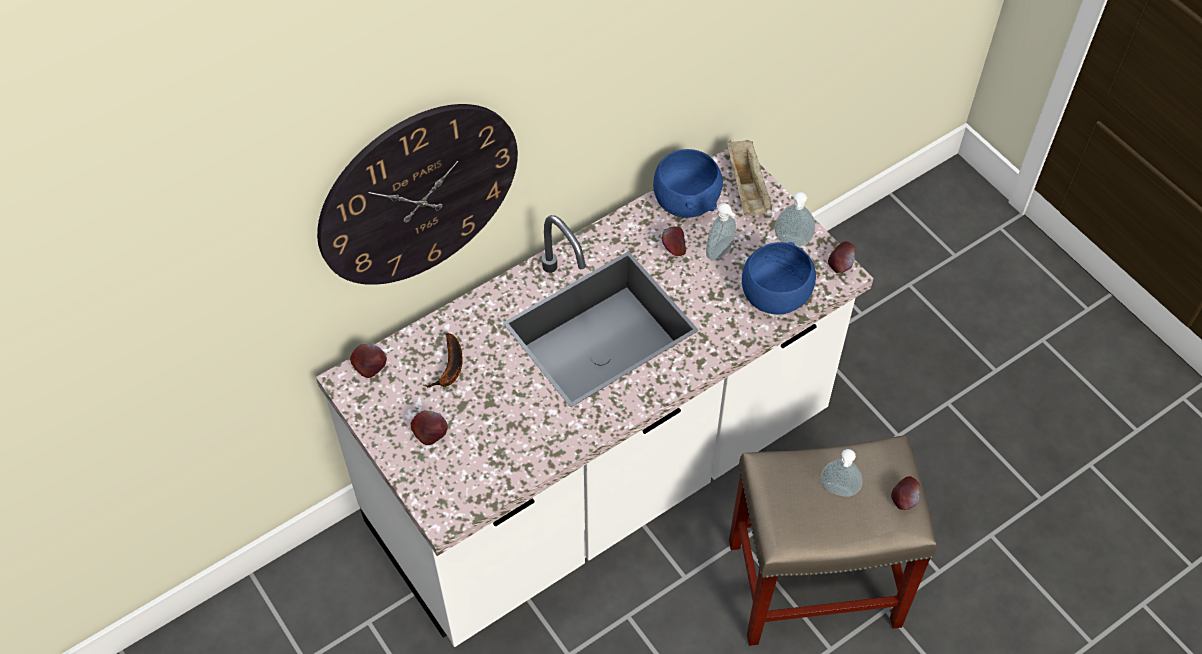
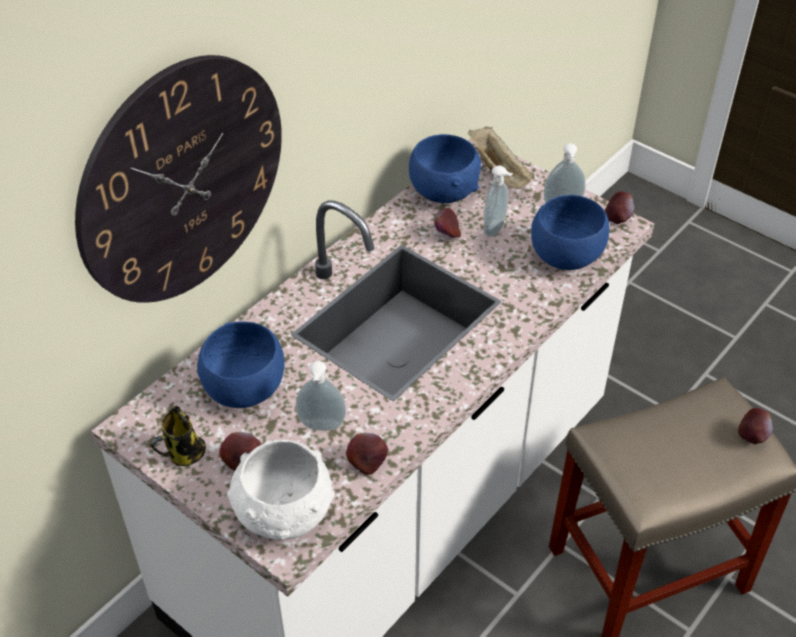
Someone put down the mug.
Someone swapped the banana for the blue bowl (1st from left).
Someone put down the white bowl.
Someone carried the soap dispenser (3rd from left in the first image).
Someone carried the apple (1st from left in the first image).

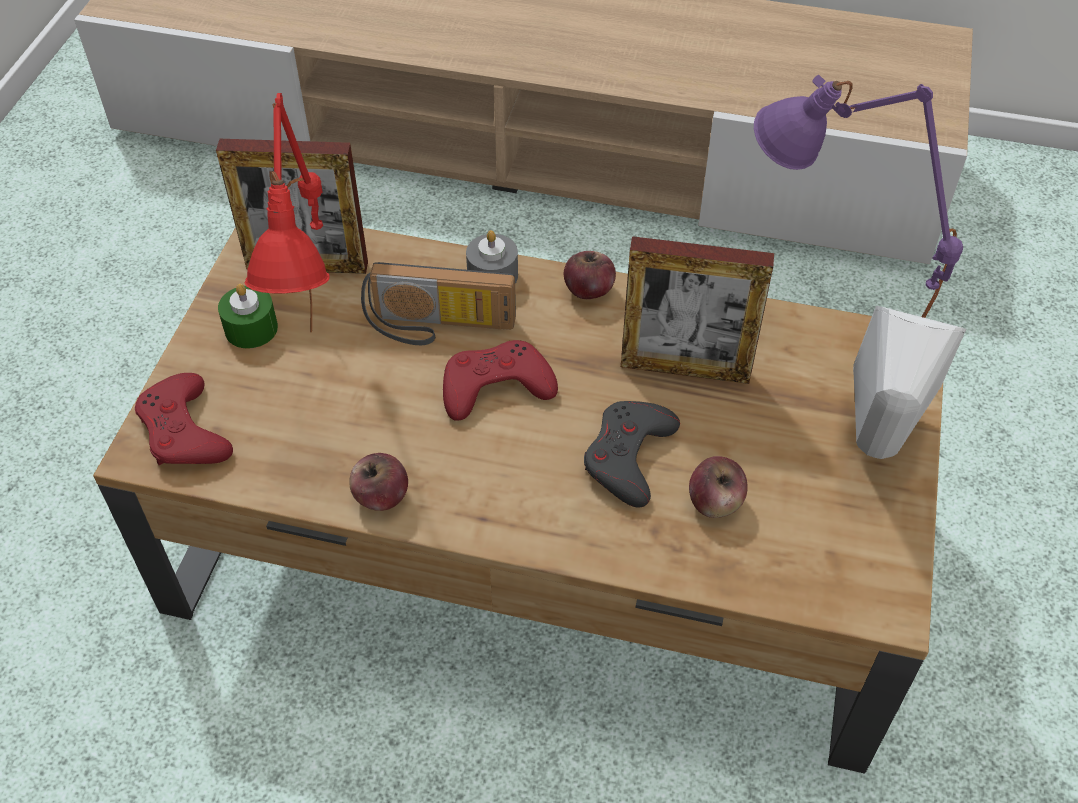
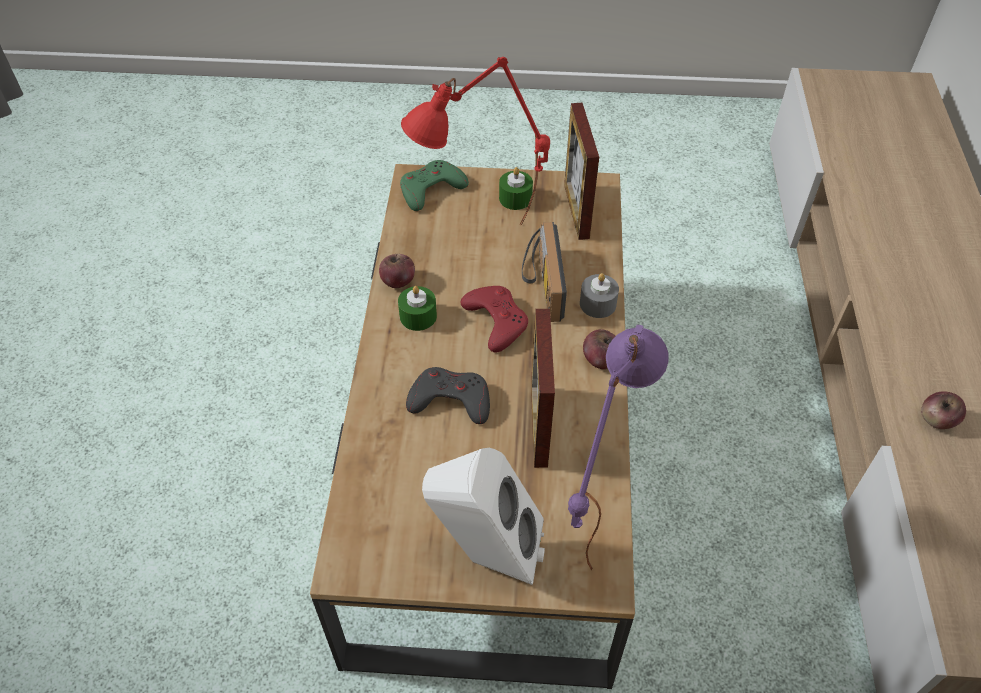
Someone put down the green candle (1st from left).
Someone repainted the red game controller (1st from left), which became the green game controller.
Someone carried the apple (3rd from left).

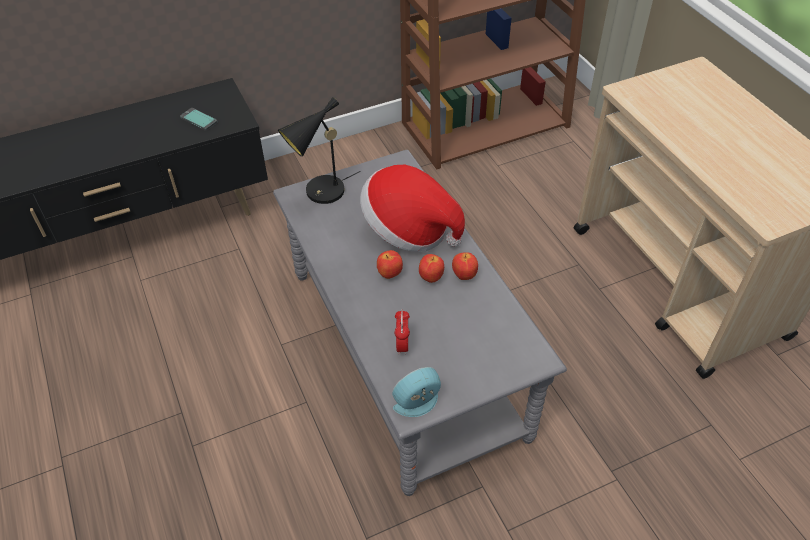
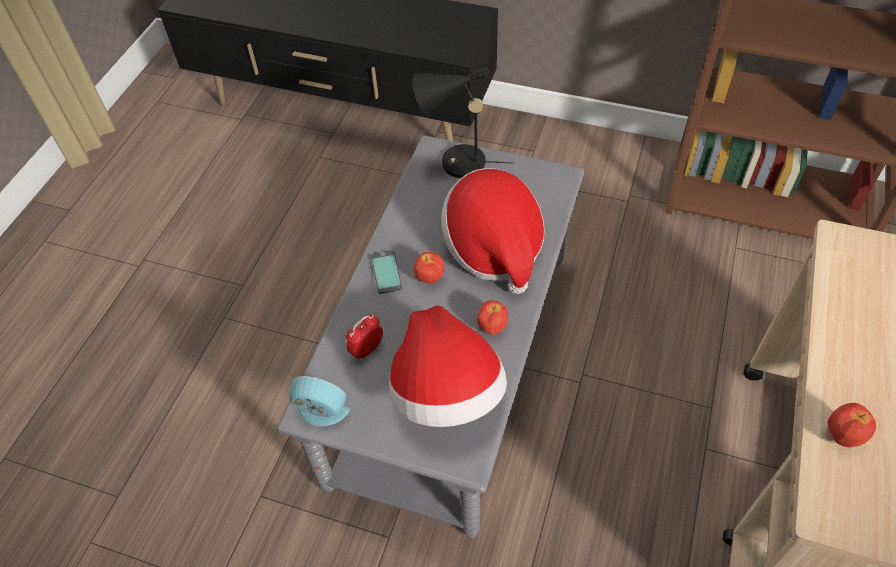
Someone carried the phone.
Someone put down the hat (1st from left).
Someone carried the apple (2nd from left in the first image).

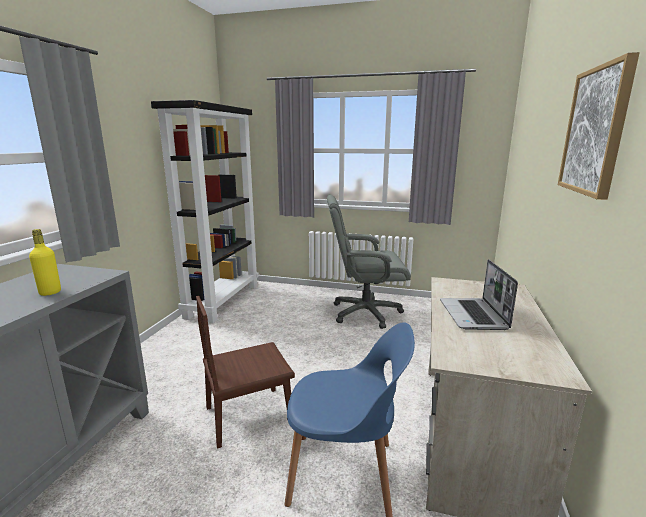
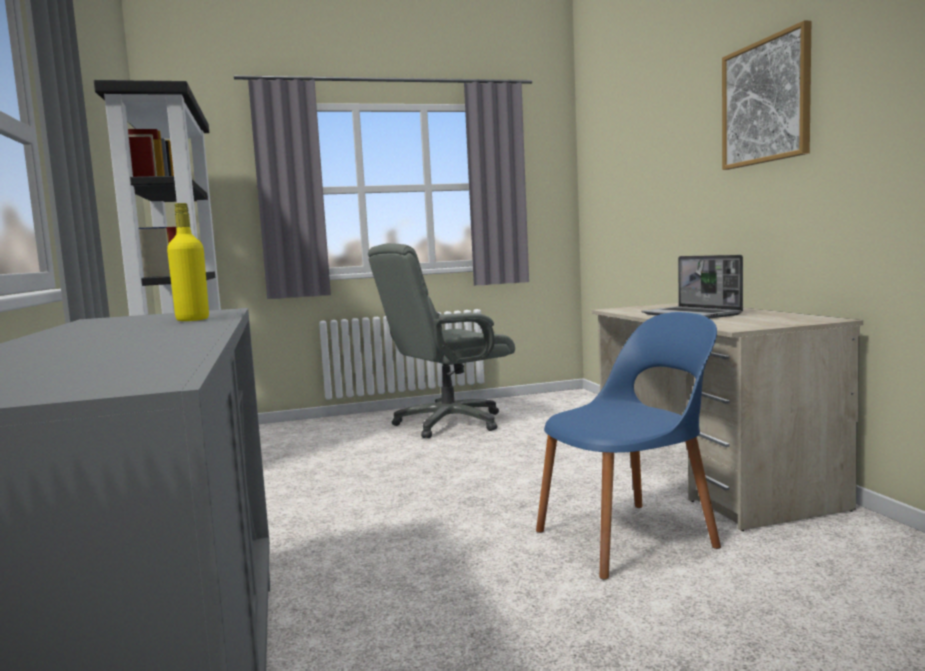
Someone took away the brown chair.

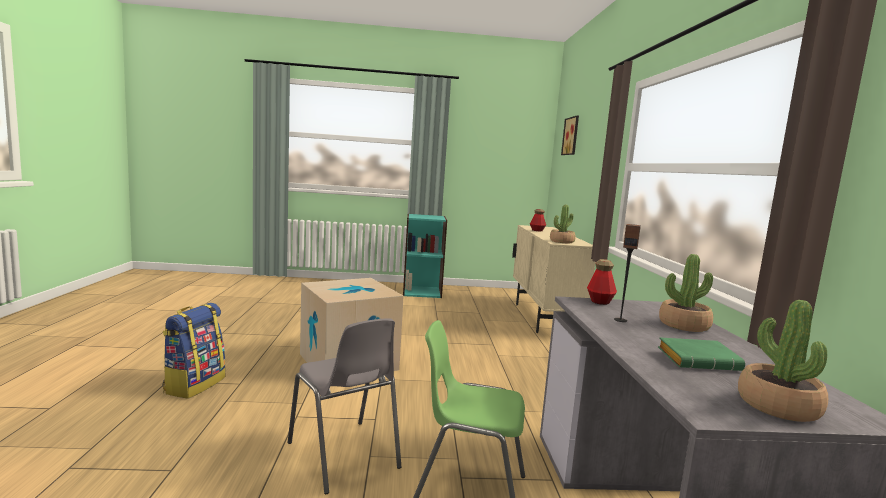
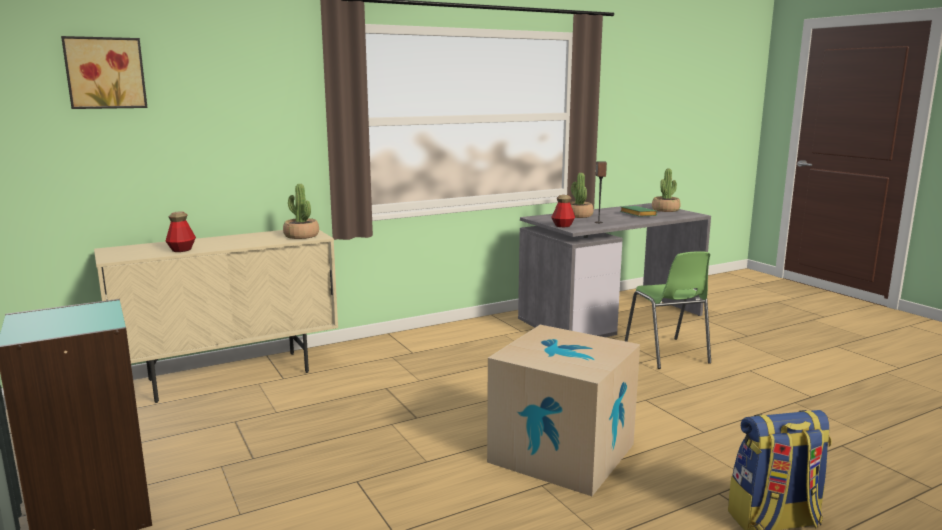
Someone took away the grey chair.

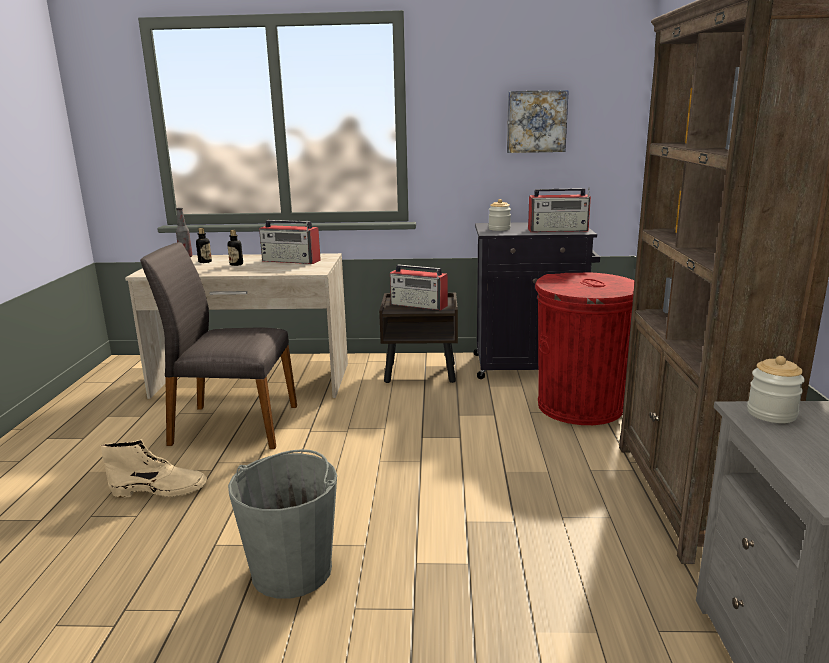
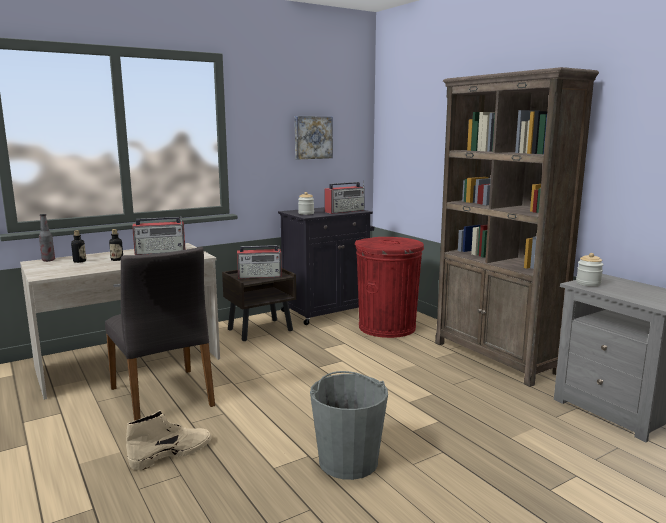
Someone rotated the grey chair by 90 degrees counterclockwise.

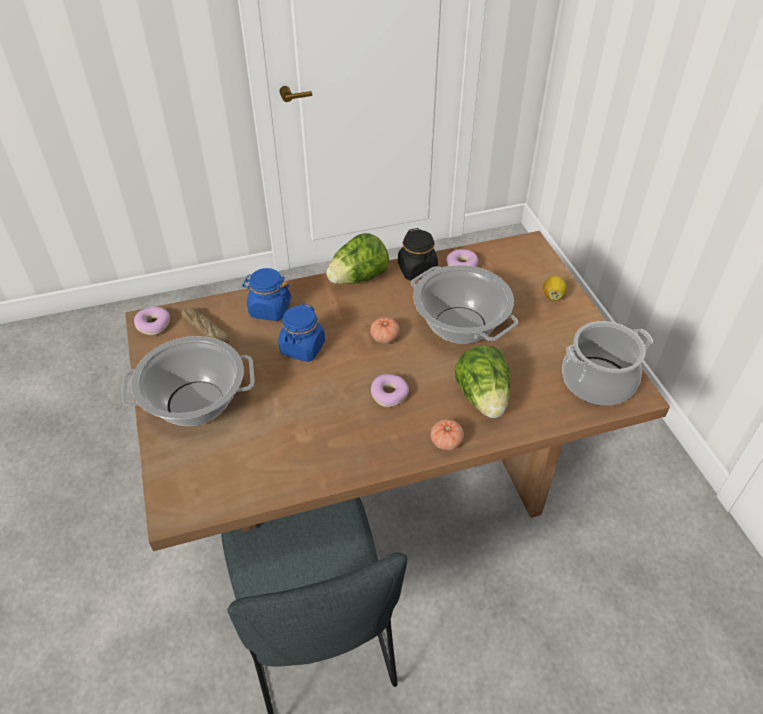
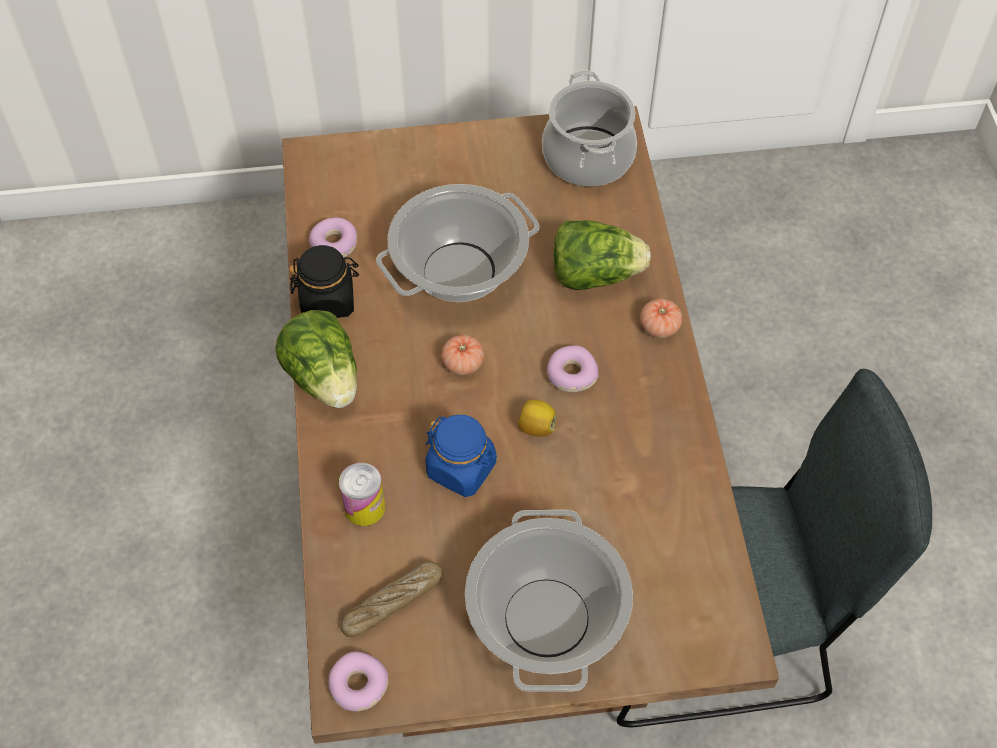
Someone swapped the blue jar (1st from left) for the can.
Someone carried the lemon.

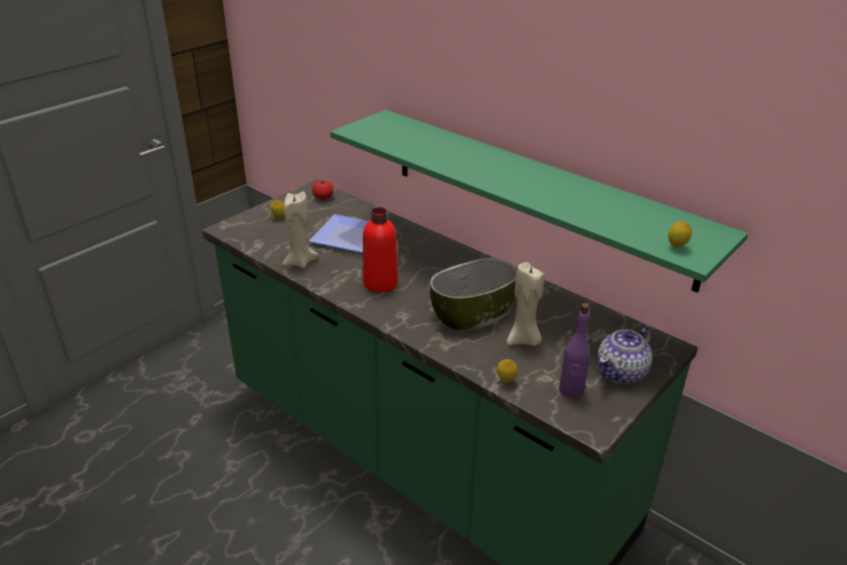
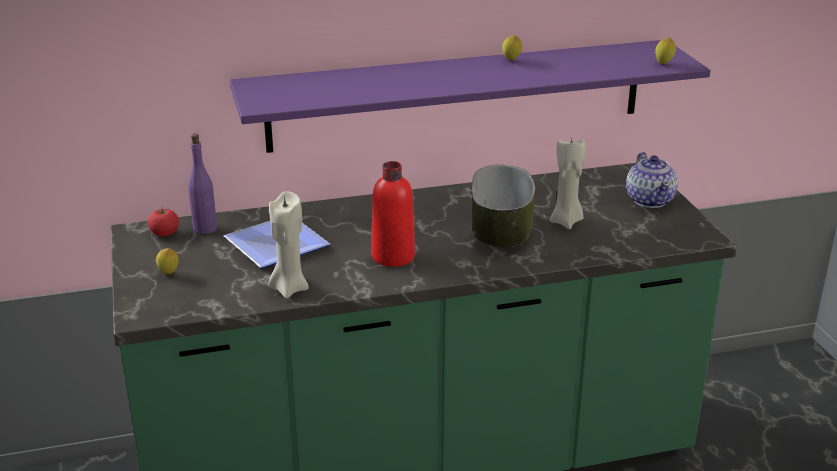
Someone carried the purple bottle.
Someone repainted the green shelf, which became the purple shelf.
Someone carried the lemon (2nd from left).

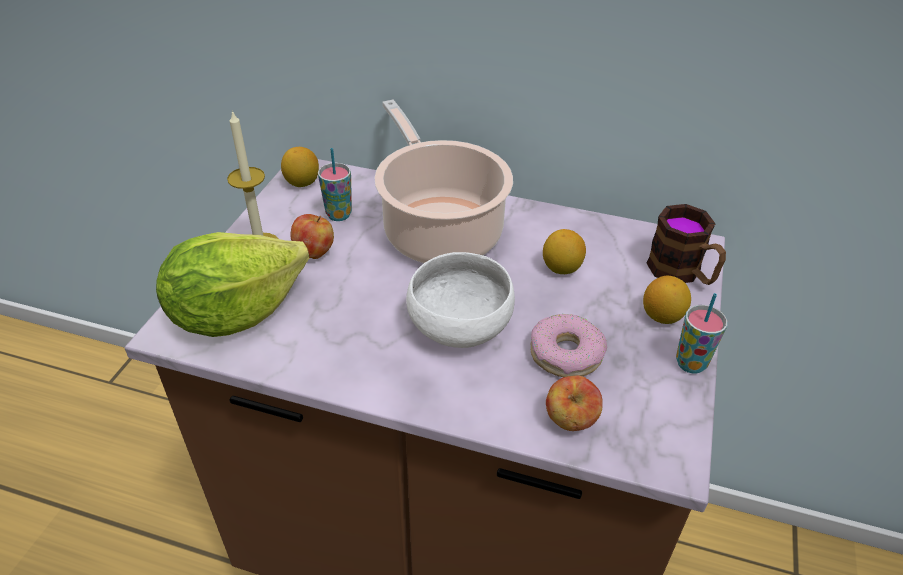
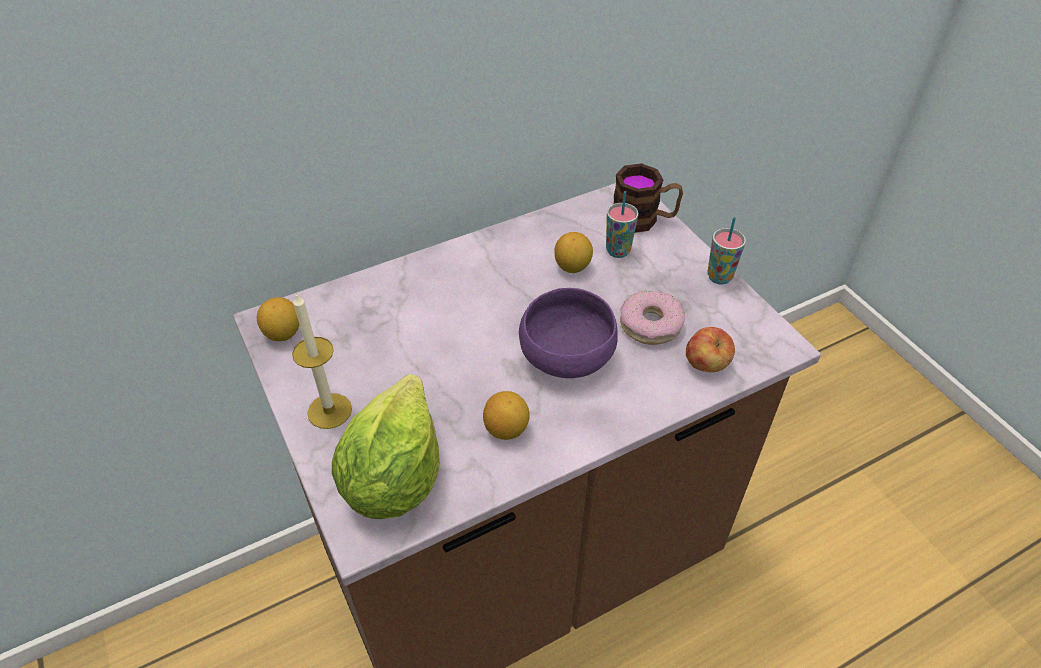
Someone carried the lemon (3rd from left in the first image).
Someone repainted the white bowl, which became the purple bowl.
Someone carried the cup (1st from left).
Someone took away the apple (1st from left).
Someone took away the cooking pot.

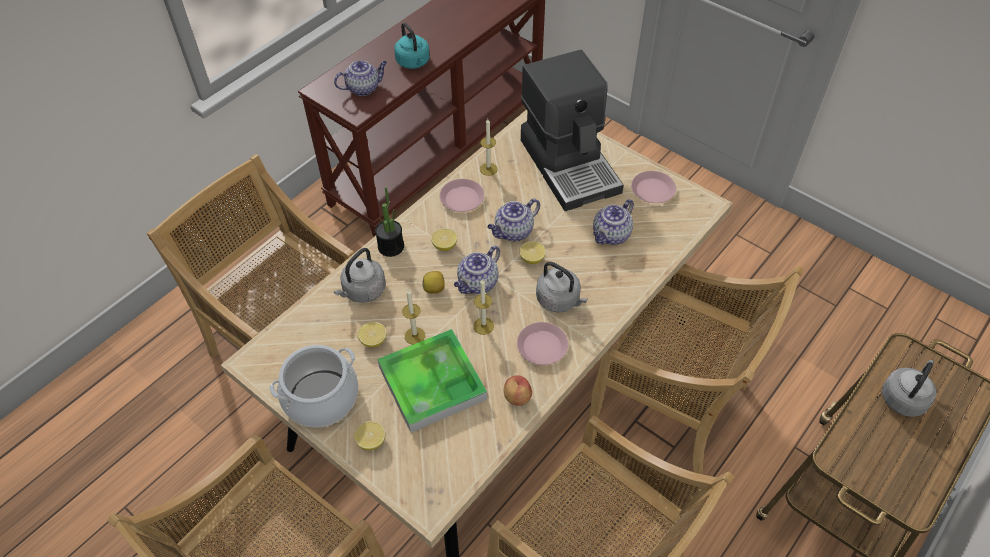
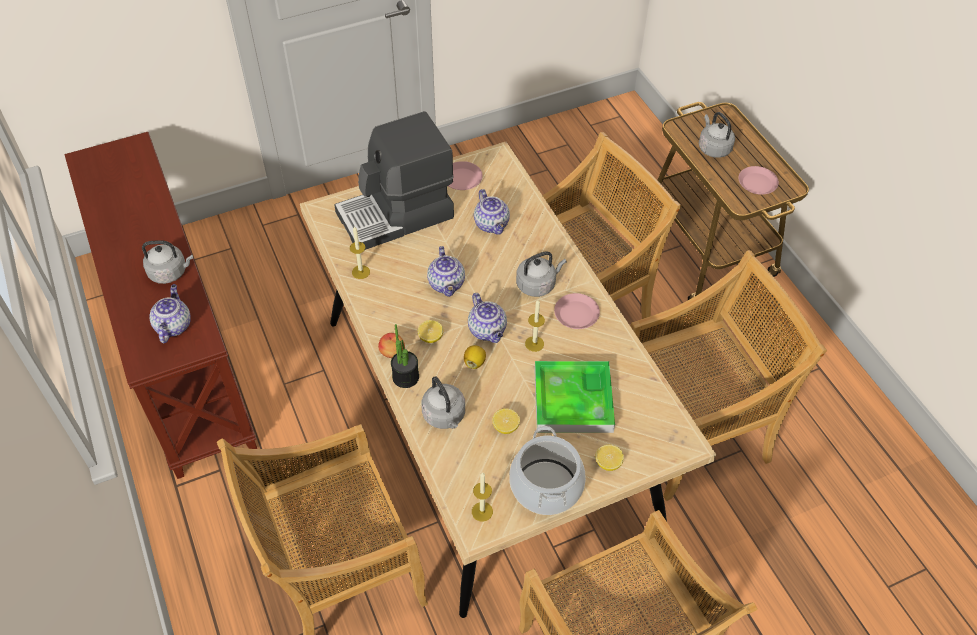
Someone repainted the turquoise kettle, which became the grey kettle (1st from left).
Someone rotated the coffee machine by 150 degrees clockwise.
Someone carried the apple.
Someone carried the candle (1st from left in the first image).
Someone carried the pink plate (1st from left in the first image).
Someone took away the lemon (5th from left).

